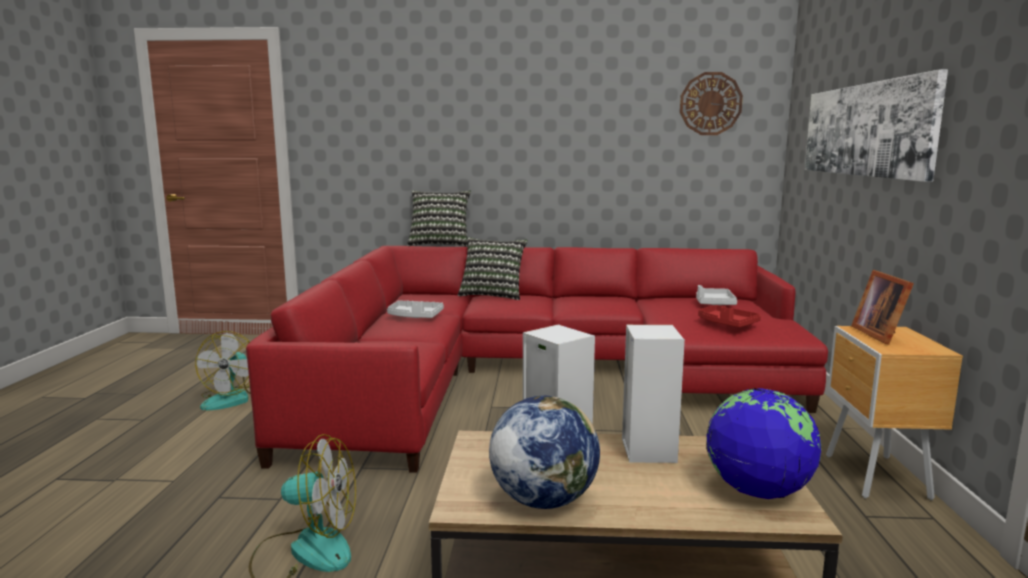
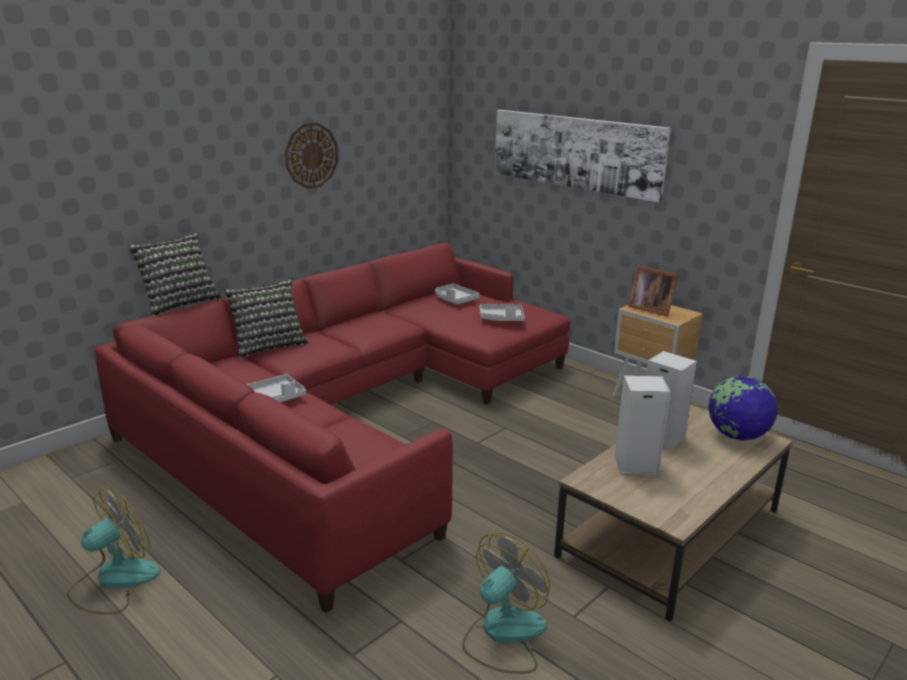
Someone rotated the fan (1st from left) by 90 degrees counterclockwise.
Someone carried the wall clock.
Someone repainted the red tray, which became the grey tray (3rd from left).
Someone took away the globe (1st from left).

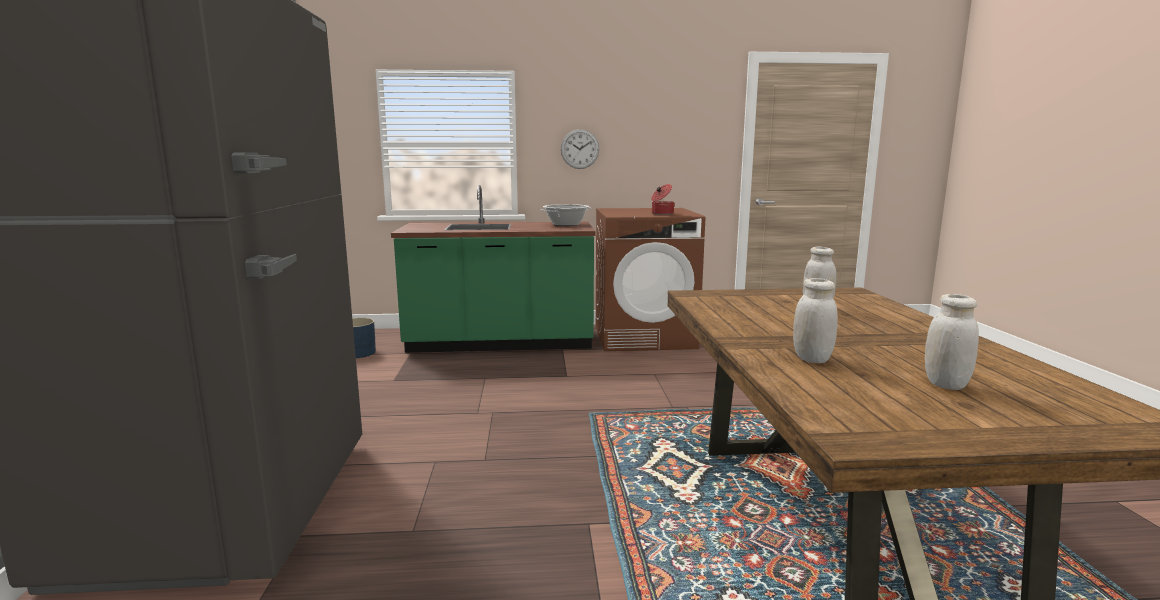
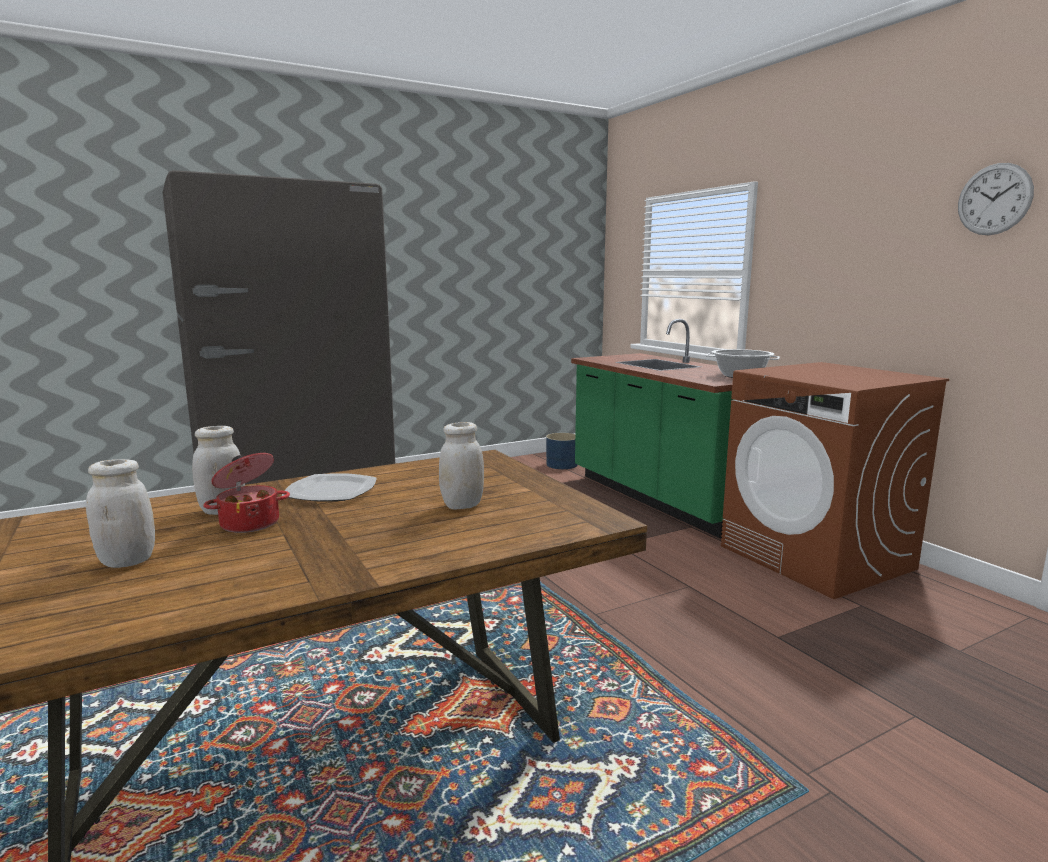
Someone carried the cooking pot (2nd from left in the first image).
Someone put down the plate.
Someone carried the wall clock.

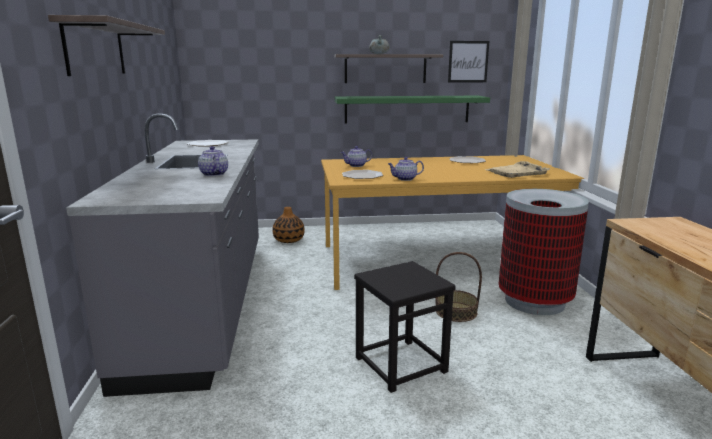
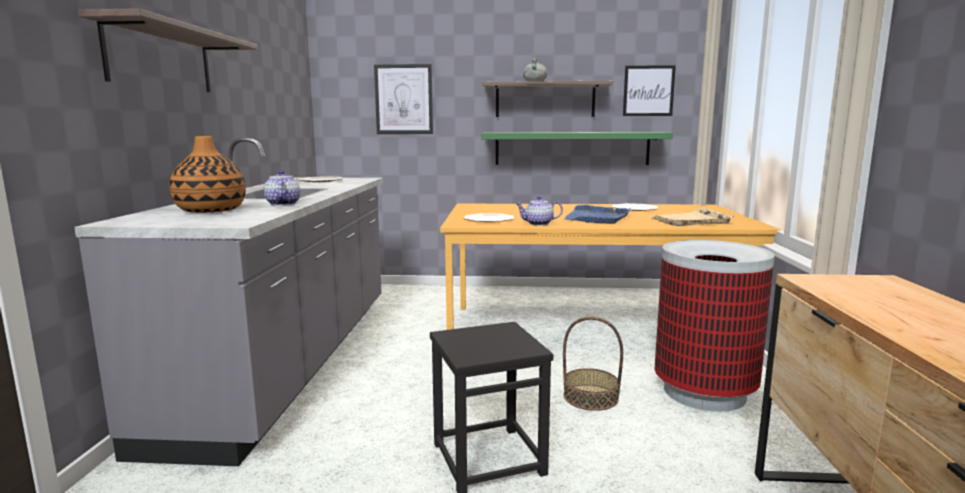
Someone carried the vase.
Someone put up the picture (1st from left).
Someone put down the blue tray.
Someone took away the teapot (2nd from left).

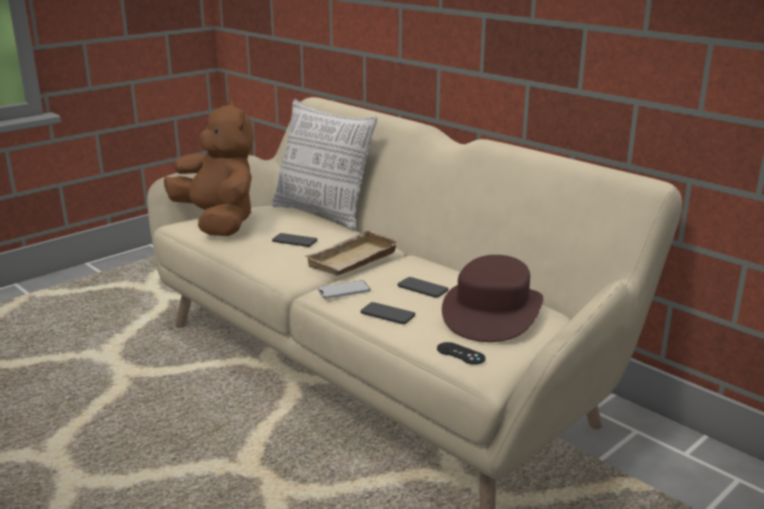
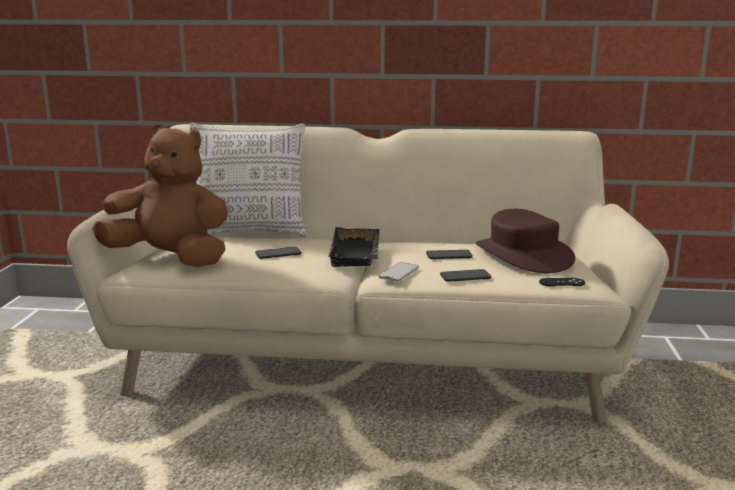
Someone repainted the beige tray, which became the black tray.

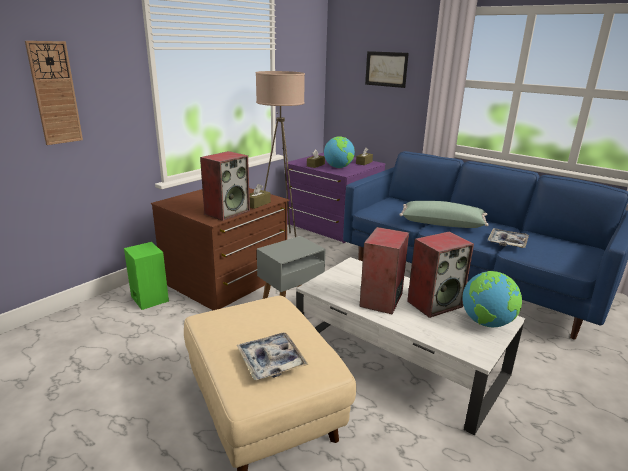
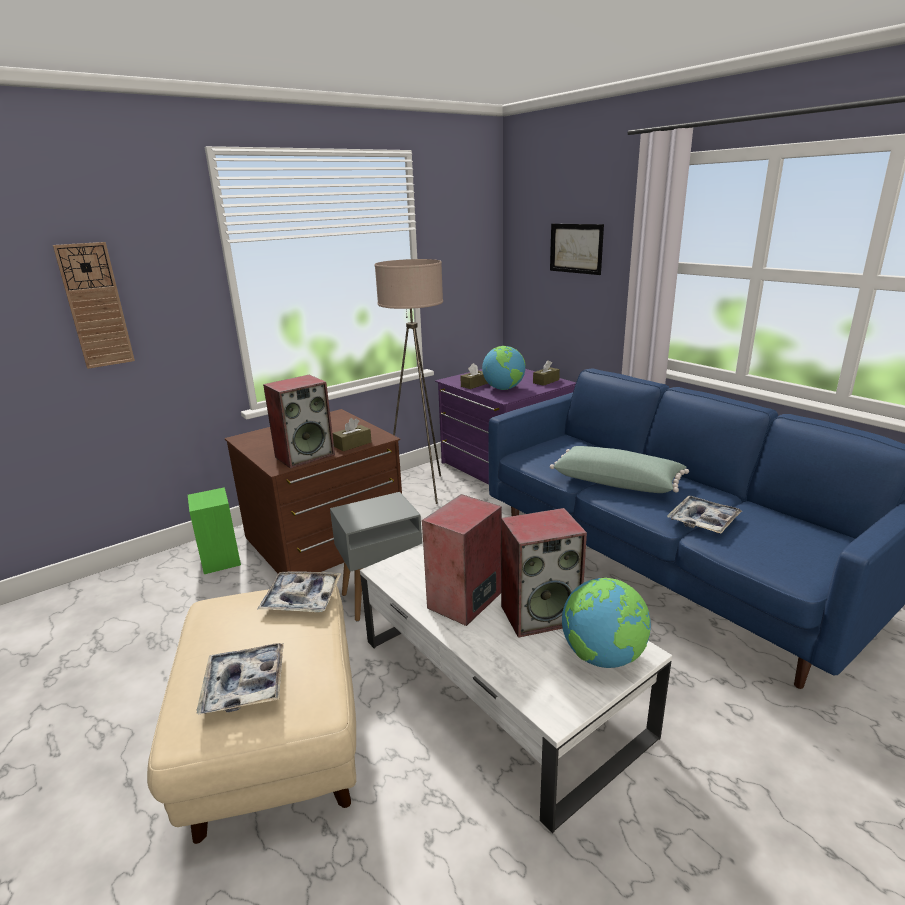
Someone put down the tray (2nd from left).

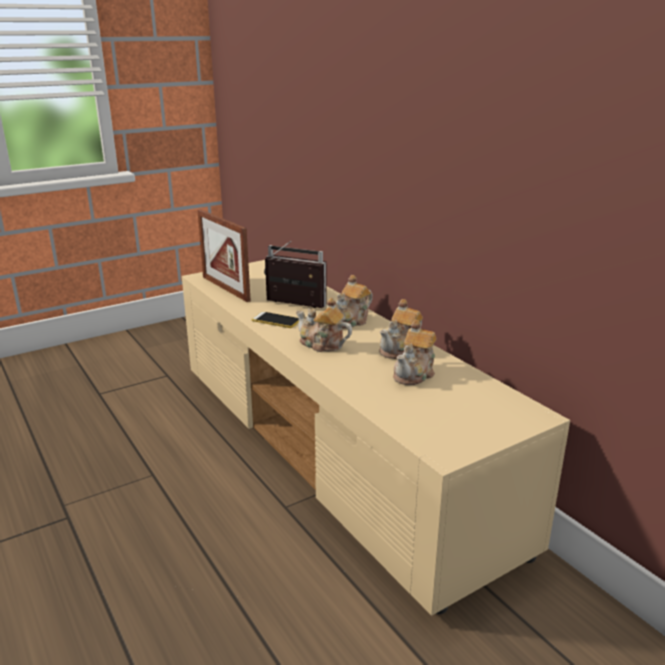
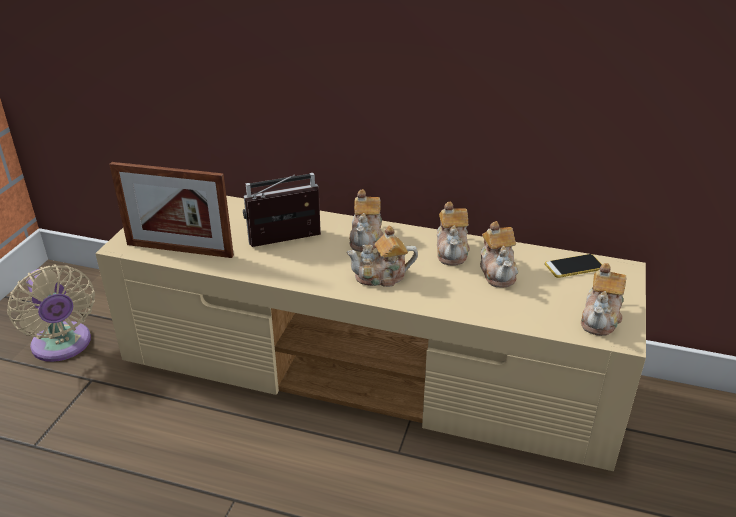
Someone put down the beige fan.
Someone carried the phone.
Someone put down the teapot (5th from left).

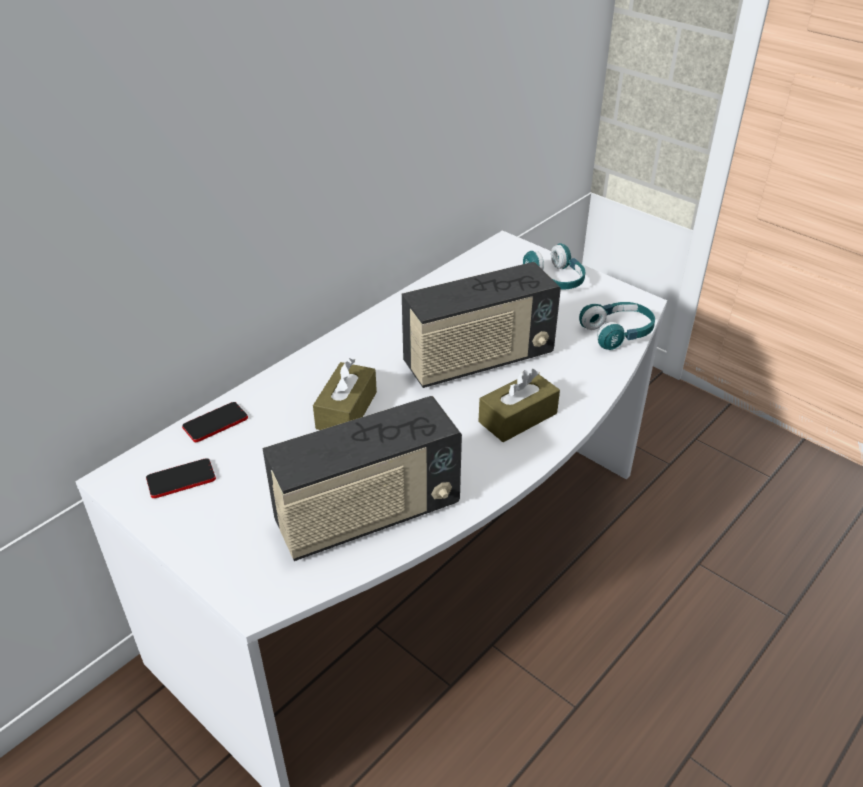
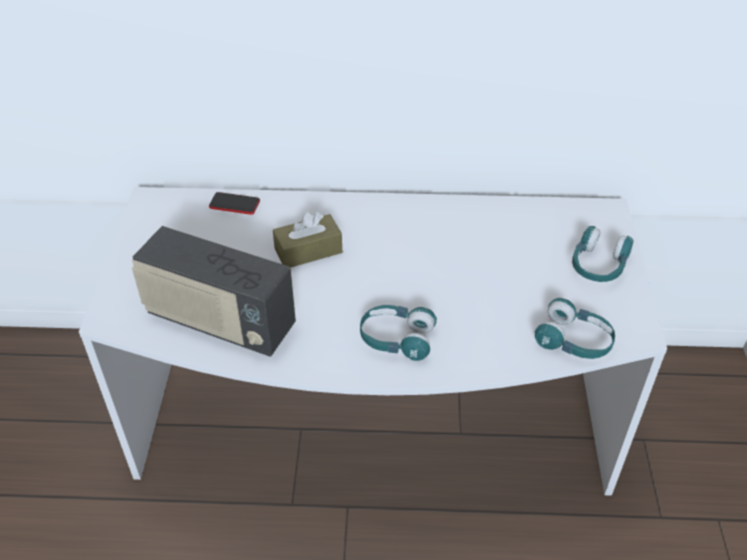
Someone swapped the brown tissue box (2nd from left) for the turquoise headphones (1st from left).
Someone took away the phone (1st from left).
Someone took away the radio (2nd from left).

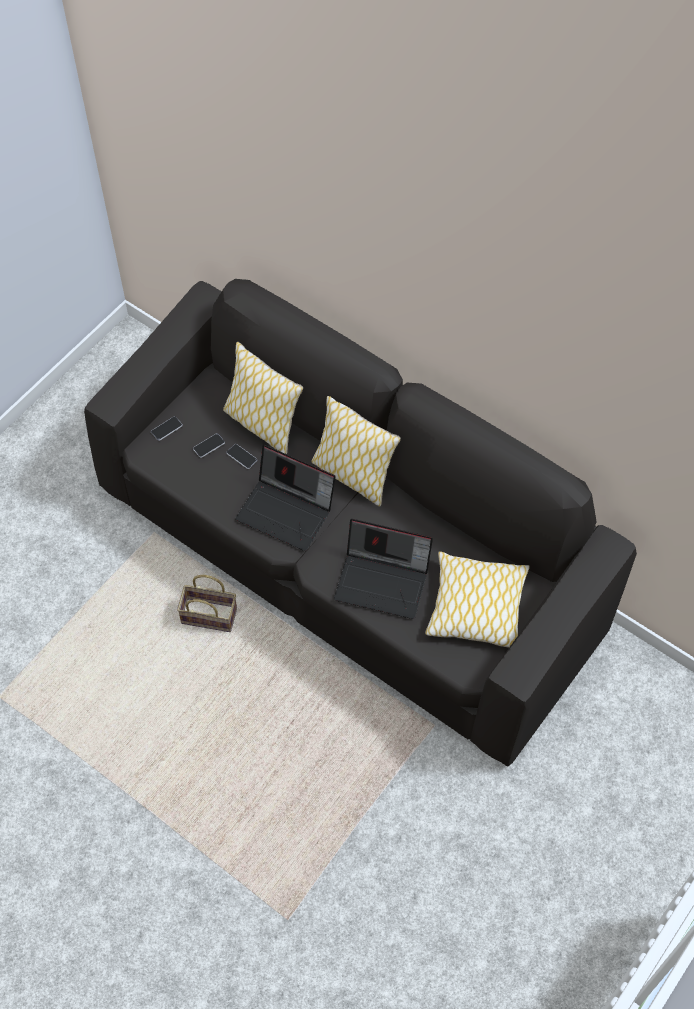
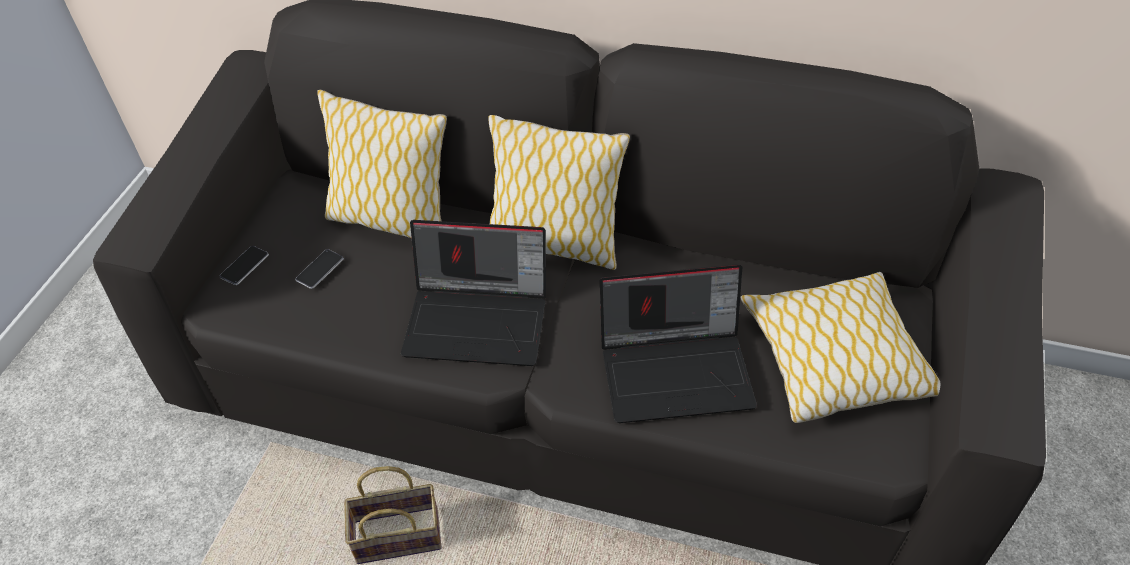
Someone took away the phone (3rd from left).

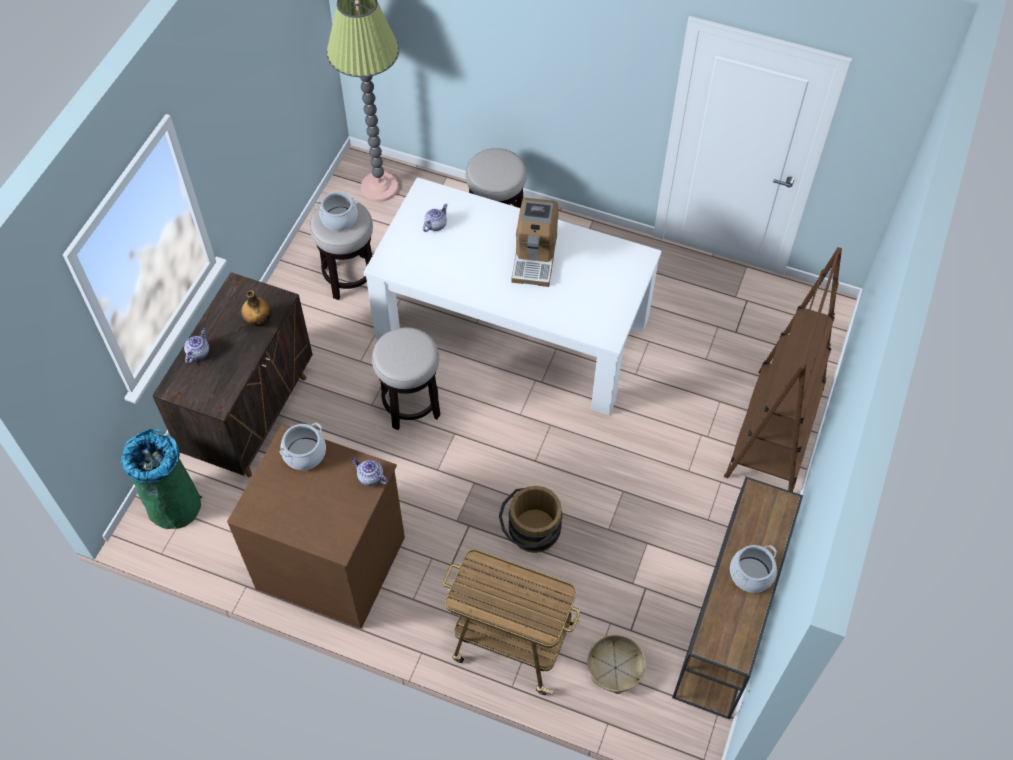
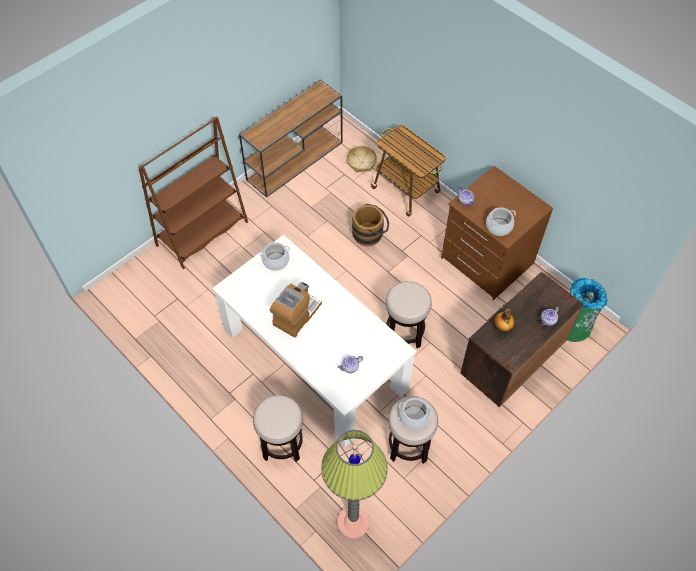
Someone carried the cooking pot (3rd from left in the first image).

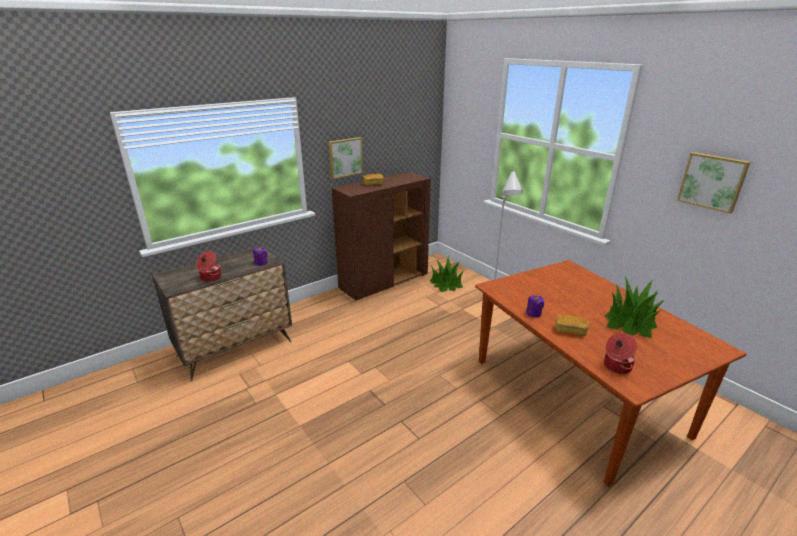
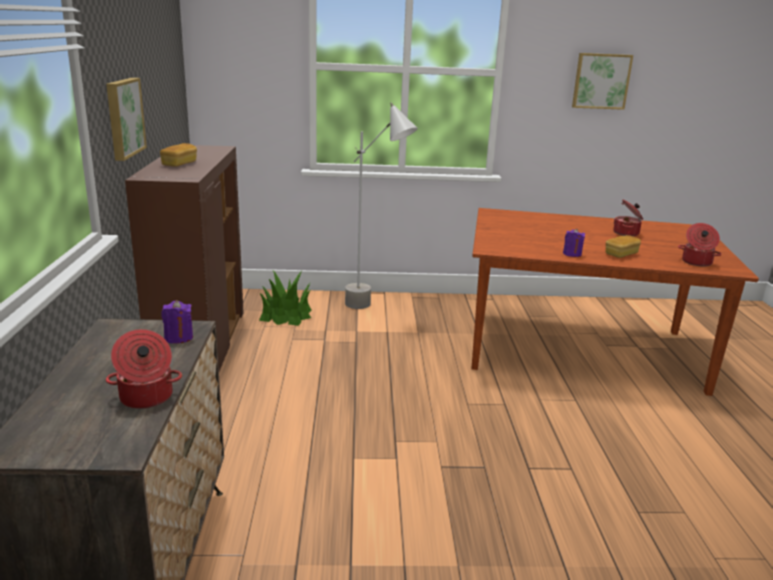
Someone swapped the potted plant (2nd from left) for the cooking pot (2nd from left).

